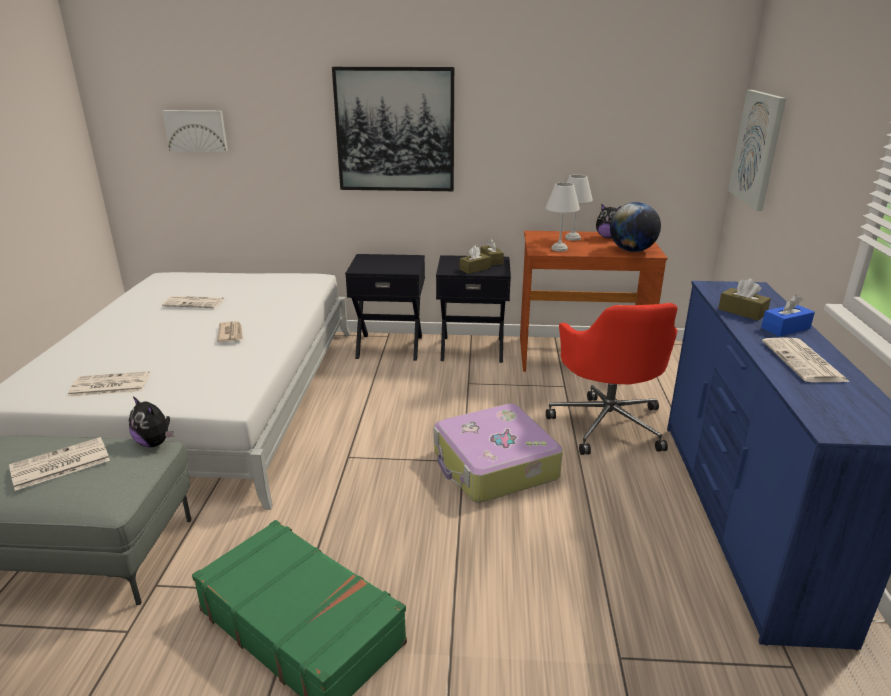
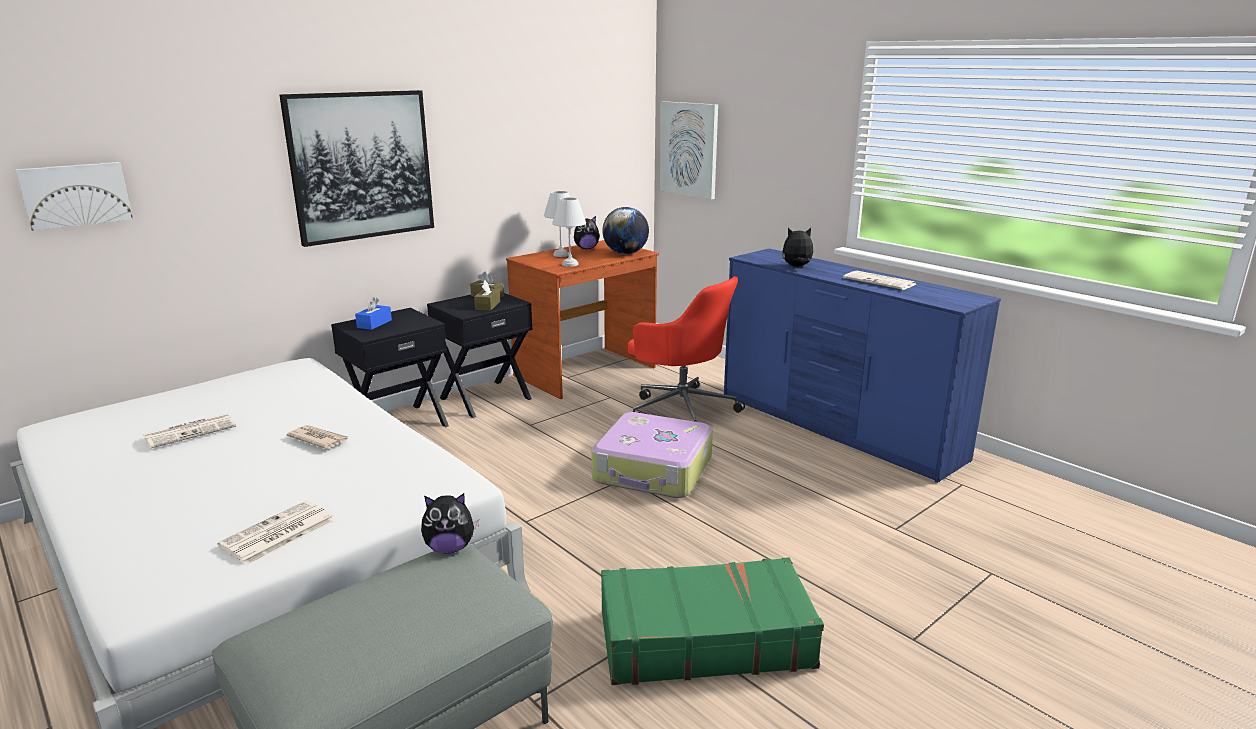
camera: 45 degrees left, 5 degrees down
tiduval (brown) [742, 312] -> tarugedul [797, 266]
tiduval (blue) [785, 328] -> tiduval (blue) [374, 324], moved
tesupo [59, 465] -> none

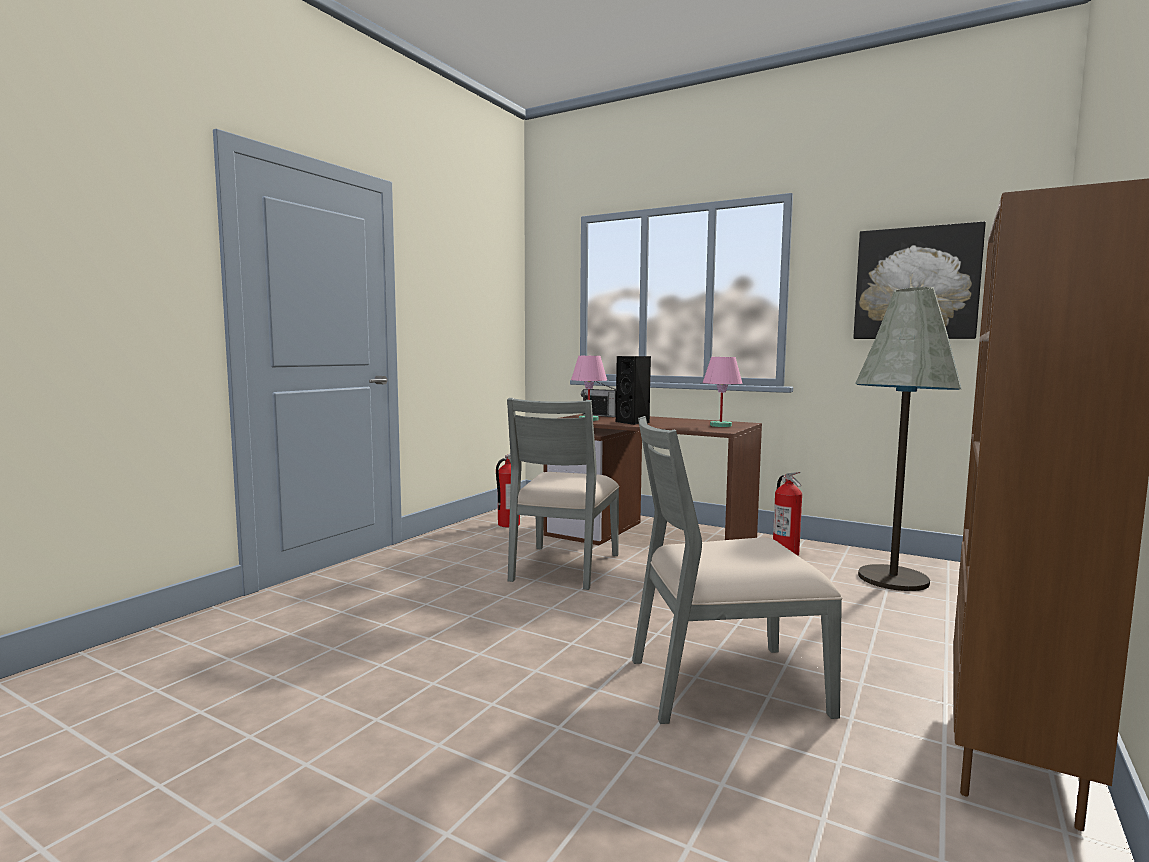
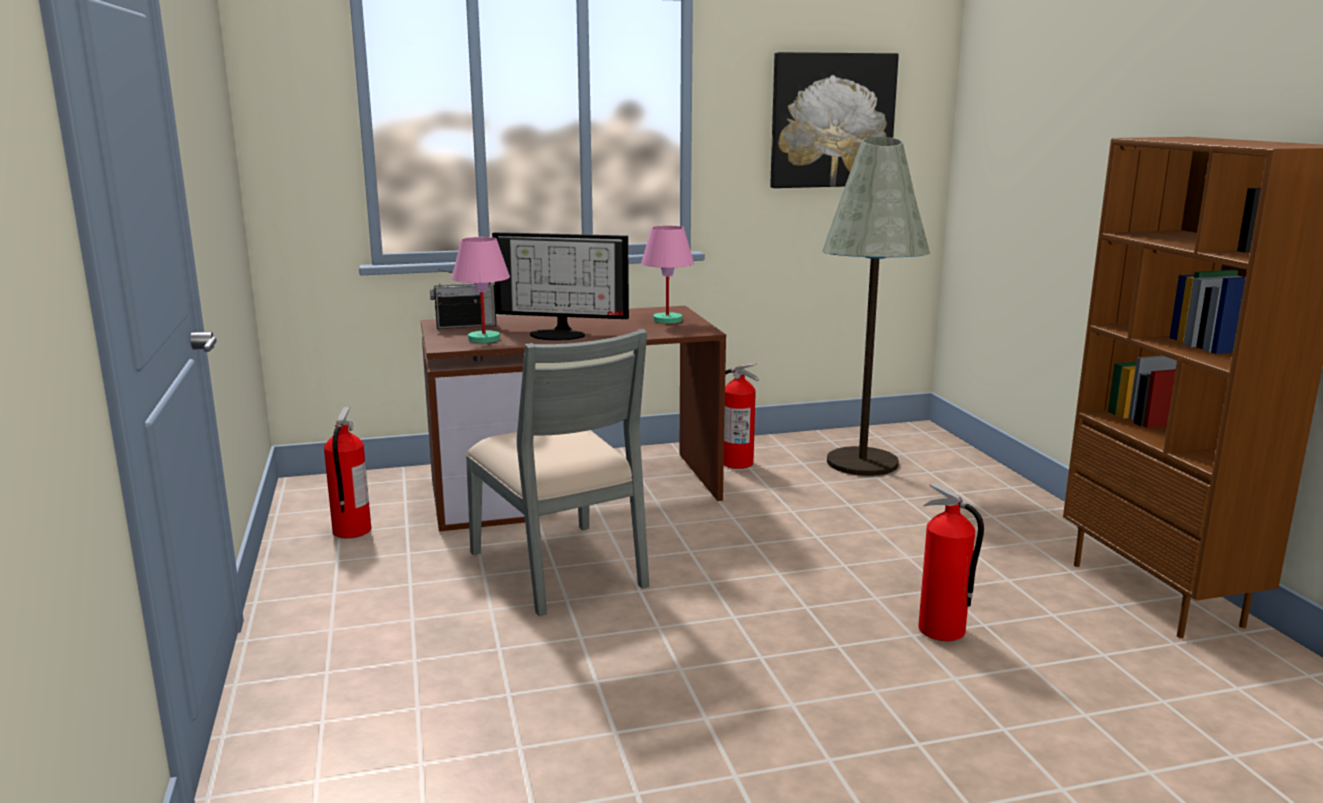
camera: 45 degrees left, 10 degrees up
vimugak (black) [633, 422] -> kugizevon [559, 334]
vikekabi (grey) [724, 684] -> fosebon [942, 631]

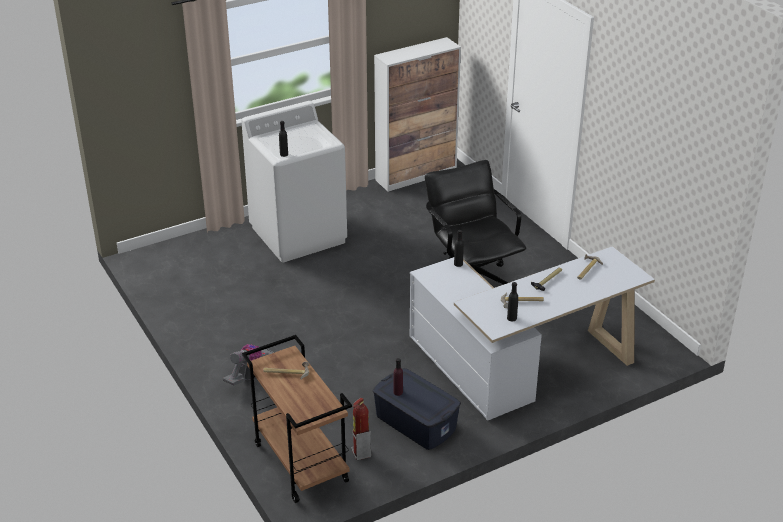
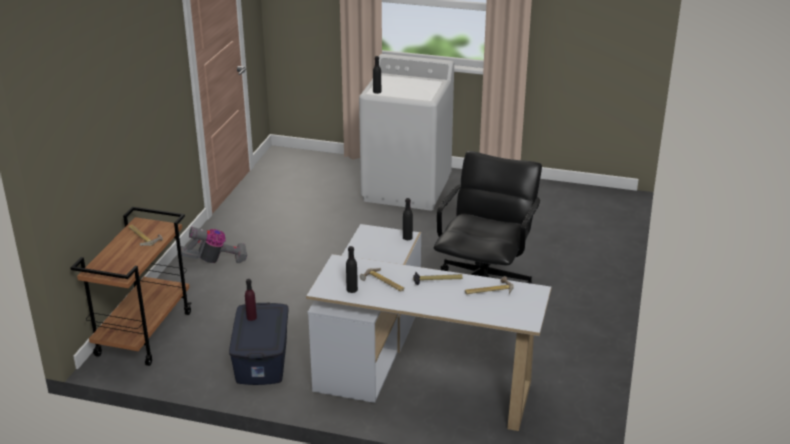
camera: 45 degrees right, 5 degrees down
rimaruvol [416, 175] -> none
fosebon [361, 453] -> none

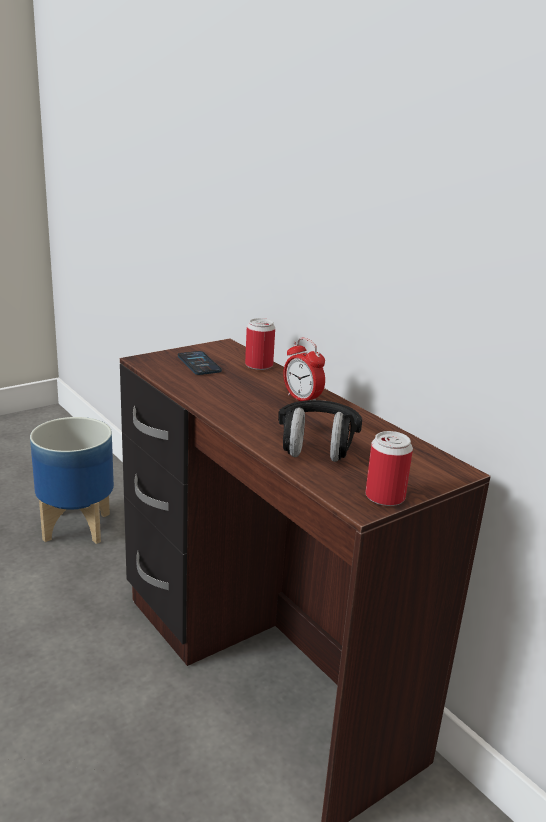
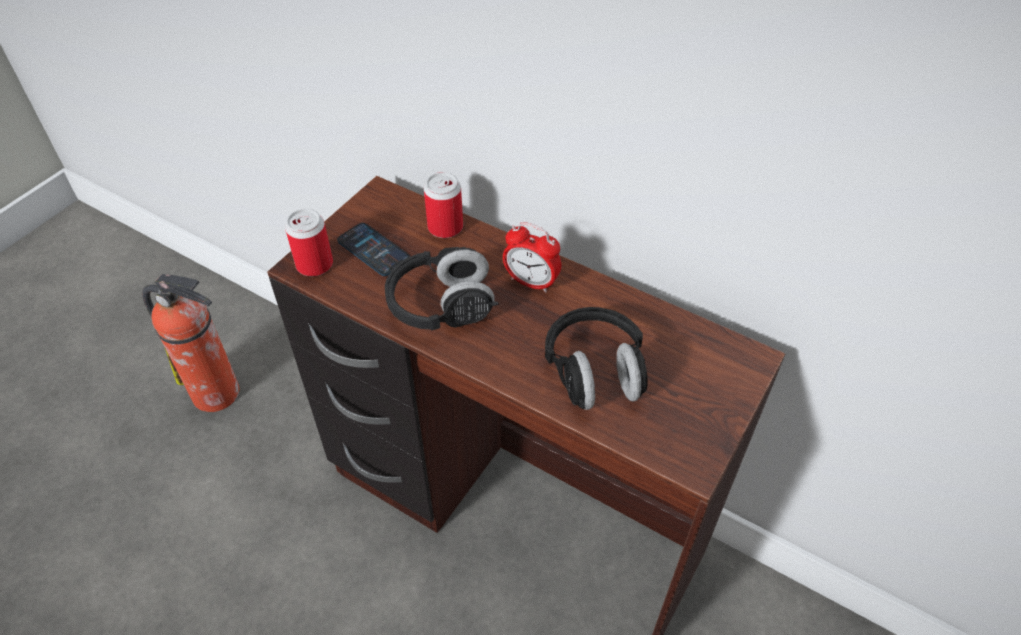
camera: 20 degrees left, 25 degrees up
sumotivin [77, 527] -> fosebon [218, 393]
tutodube [385, 497] -> tutodube [314, 264], moved
none -> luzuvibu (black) [441, 306]

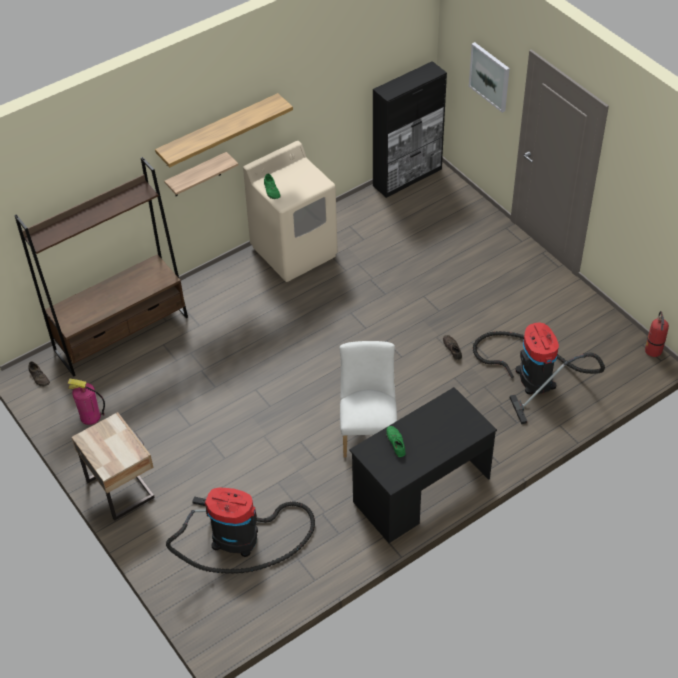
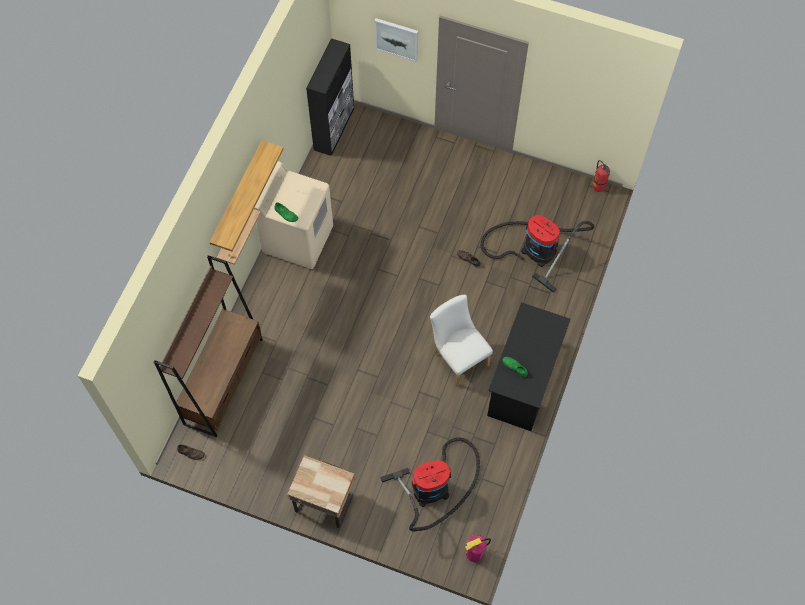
camera: 35 degrees left, 15 degrees up
fosebon [90, 416] -> fosebon [474, 553], moved

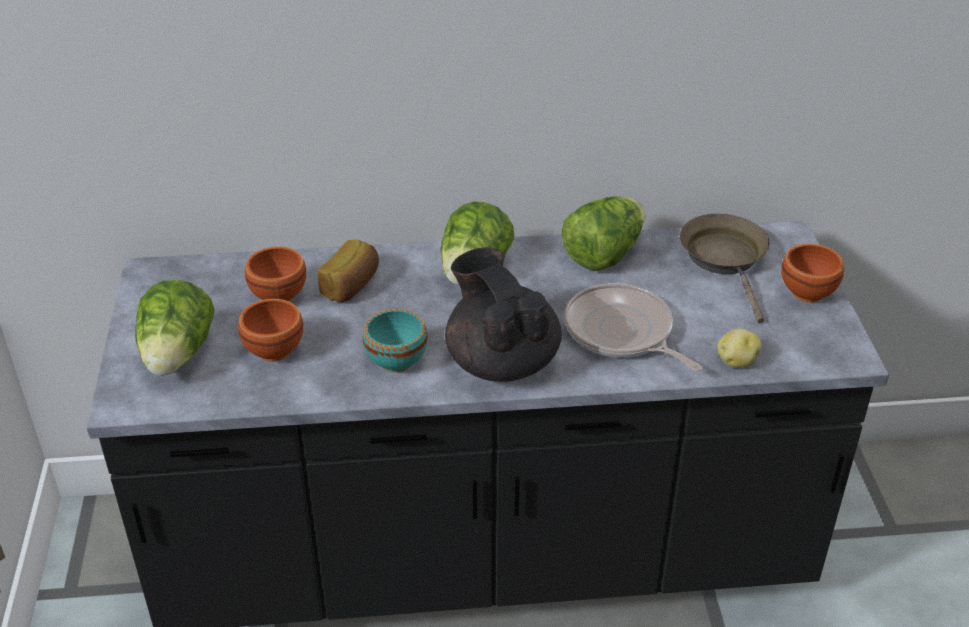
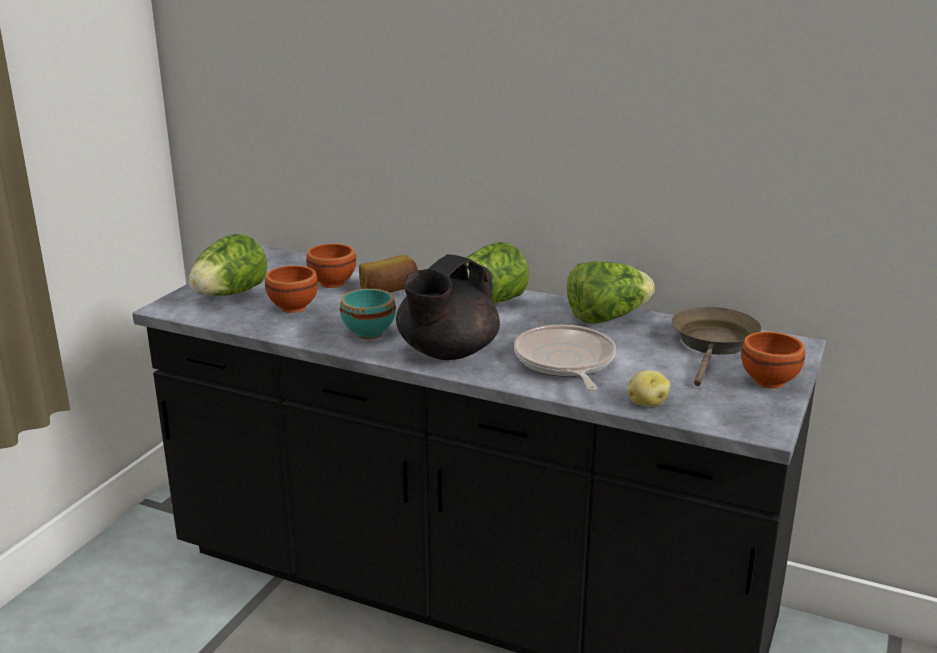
camera: 30 degrees right, 15 degrees down
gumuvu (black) [501, 361] -> gumuvu (black) [446, 352], 150 degrees counterclockwise

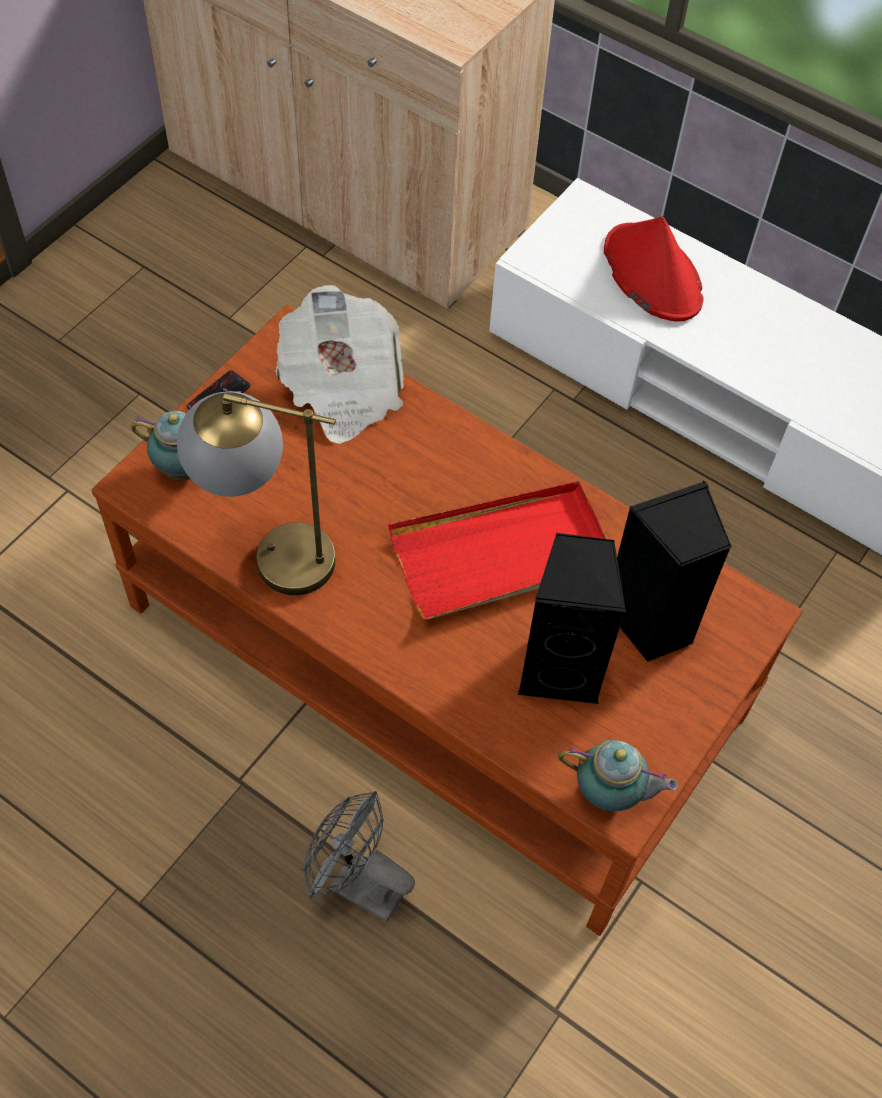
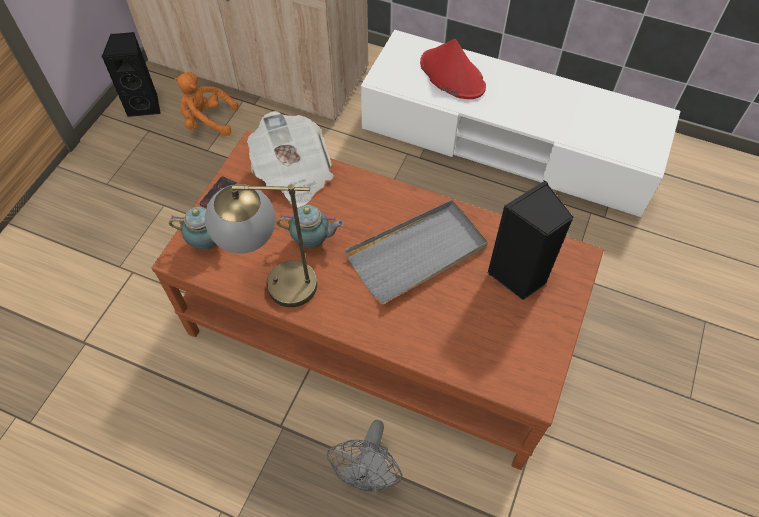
camera: 10 degrees left, 0 degrees up
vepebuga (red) [502, 554] -> vepebuga (grey) [417, 253]
vimugak (black) [561, 668] -> vimugak (black) [145, 105], moved
gumuvu [610, 794] -> gumuvu [313, 241], moved
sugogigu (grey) [357, 884] -> sugogigu (grey) [368, 473], 90 degrees counterclockwise
none -> tarugedul (orange) [207, 121]

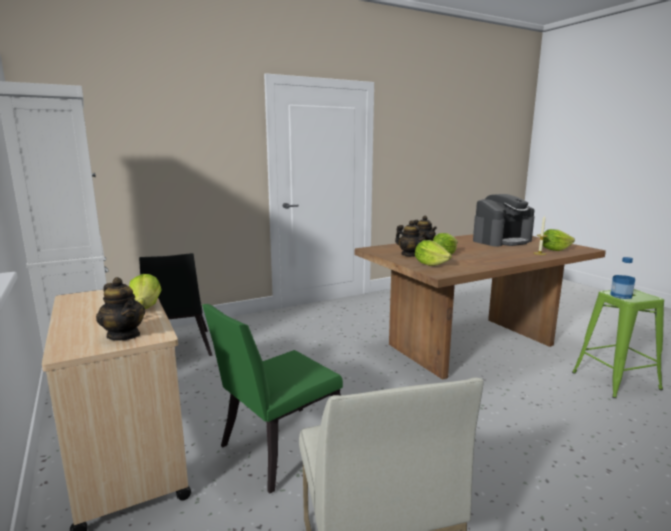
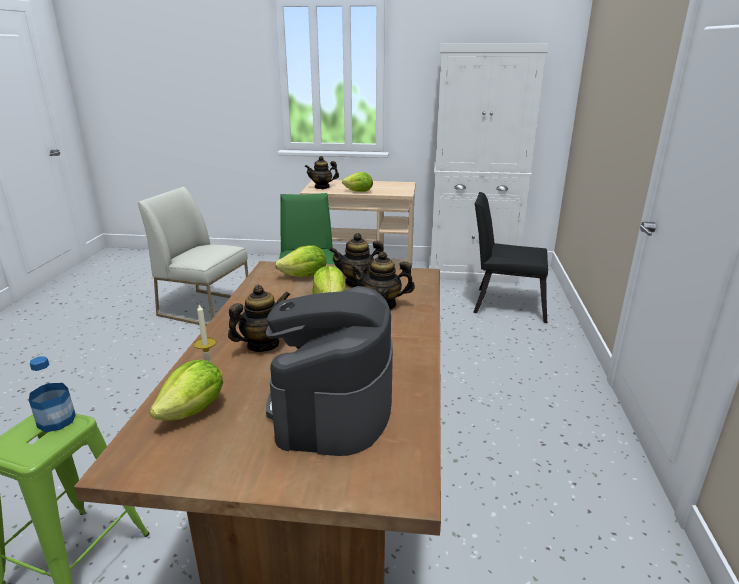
camera: 125 degrees right, 10 degrees up
none -> gumuvu [262, 345]

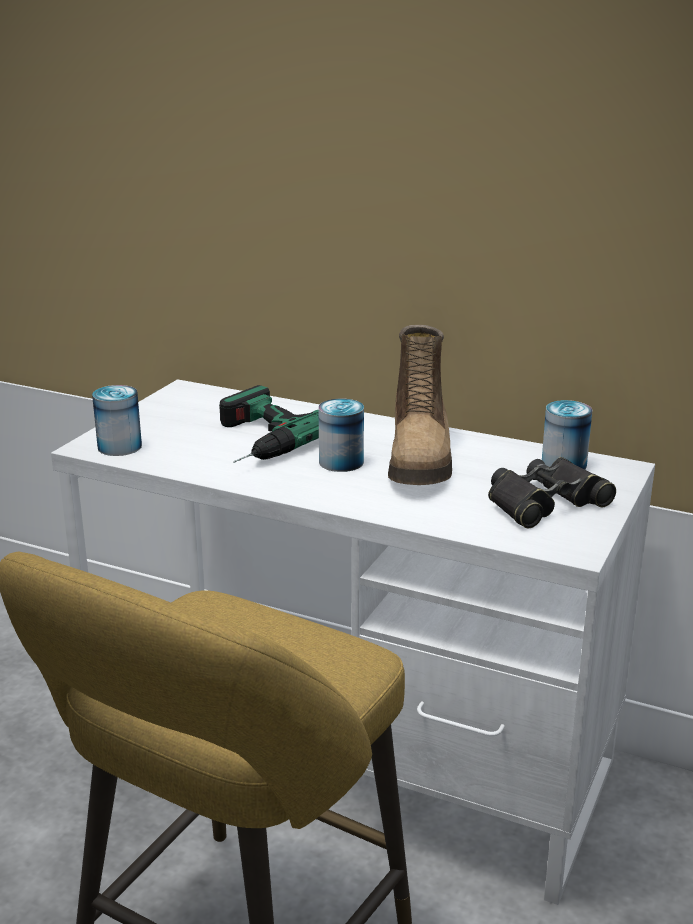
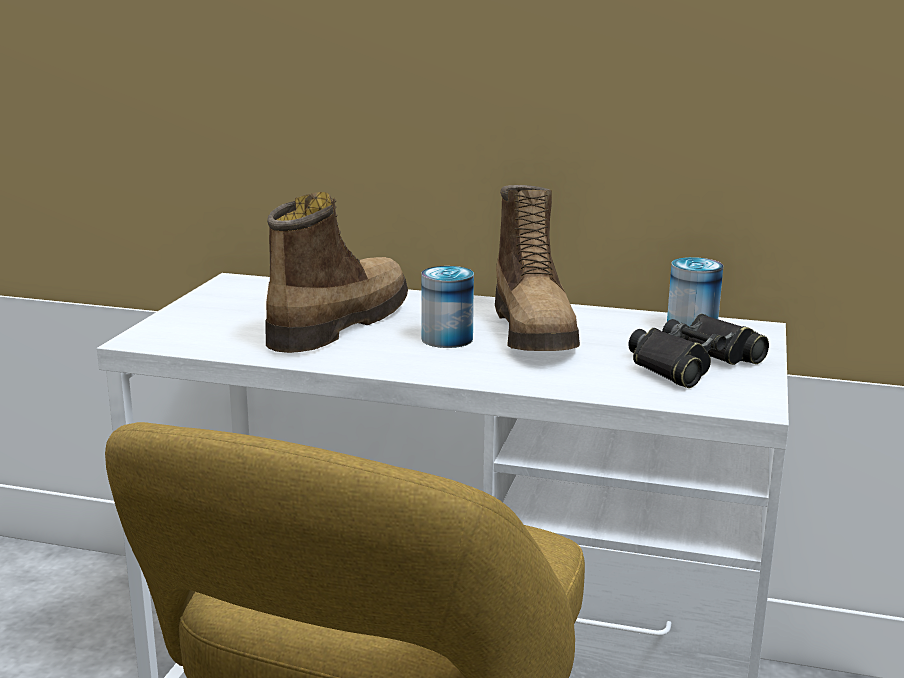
camera: 10 degrees left, 5 degrees down
tutodube [119, 447] -> none
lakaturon [253, 441] -> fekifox [337, 324]

